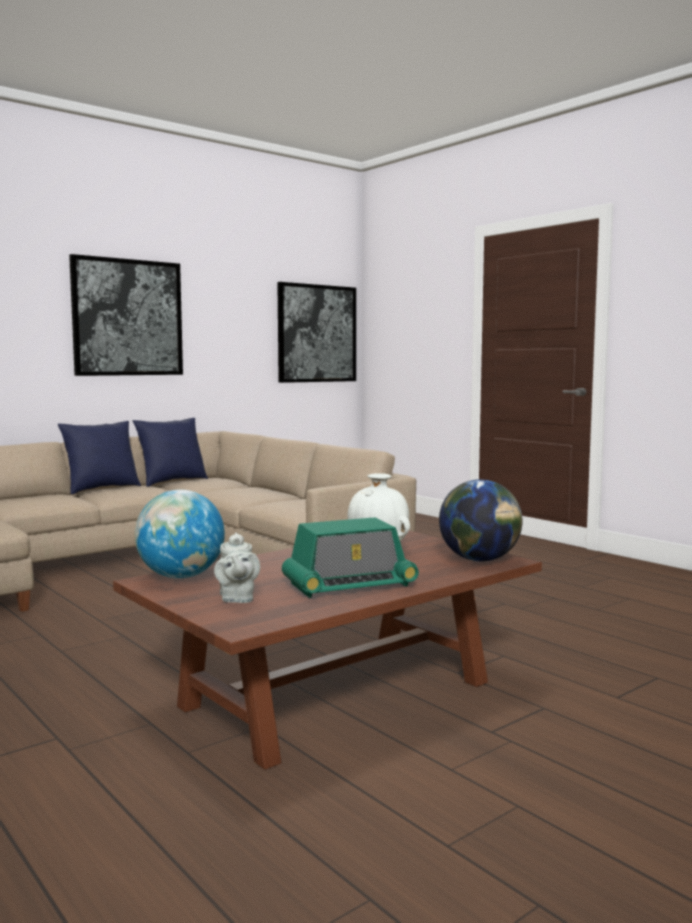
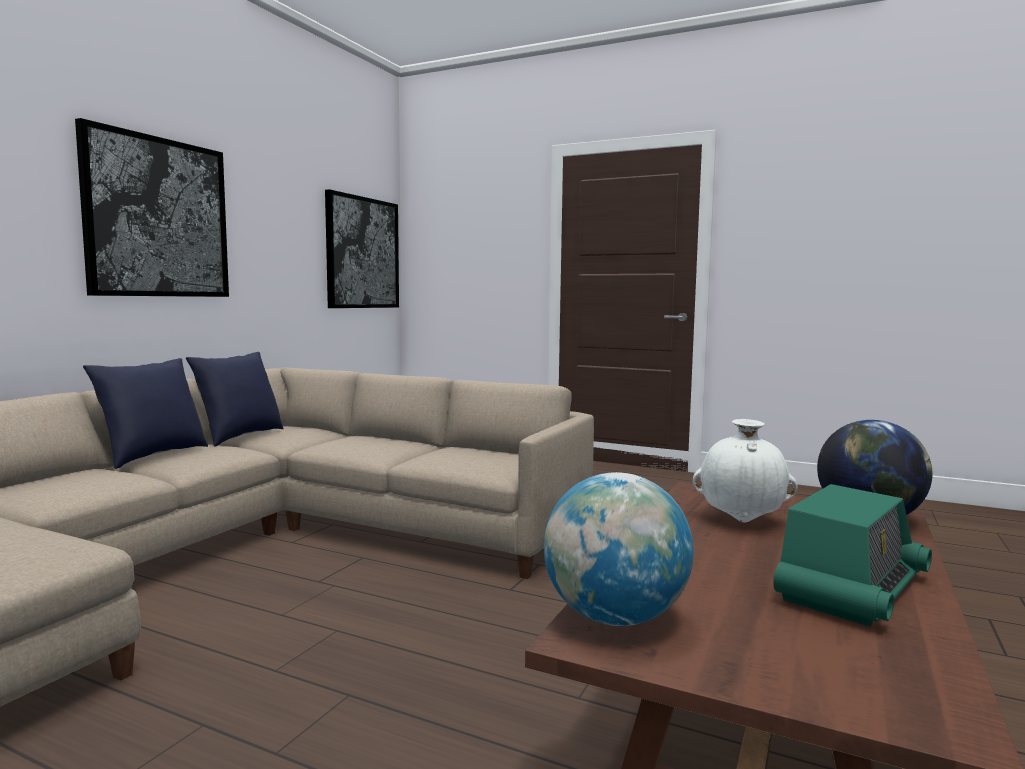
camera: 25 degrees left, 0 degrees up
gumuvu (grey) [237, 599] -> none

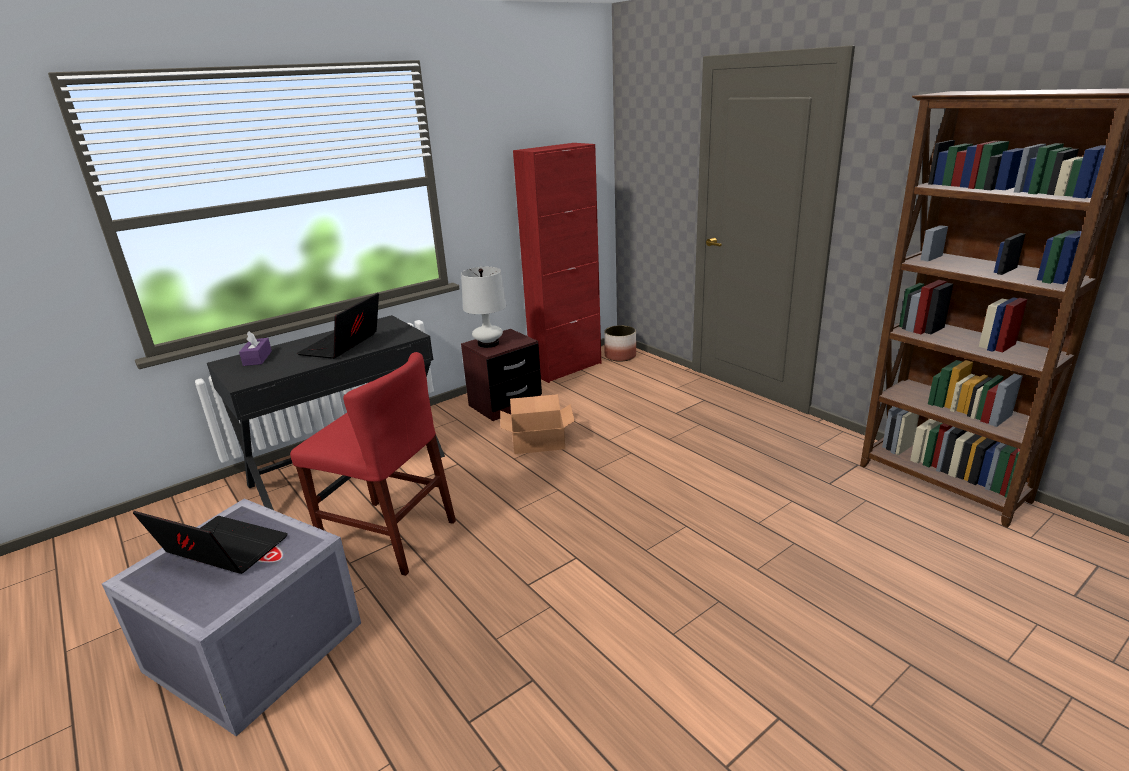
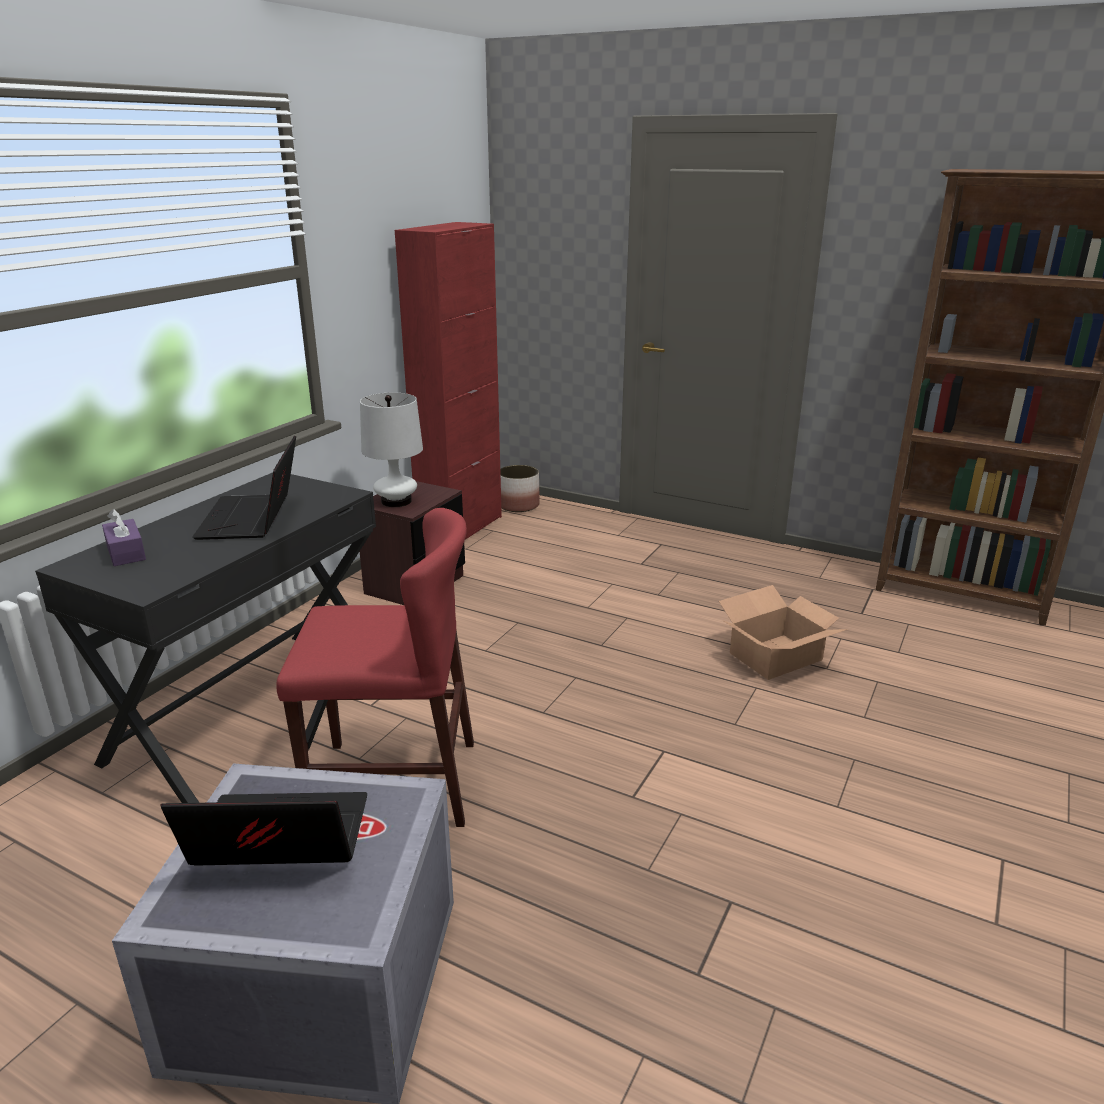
camera: 25 degrees left, 0 degrees up
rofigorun [537, 441] -> rofigorun [774, 656], moved

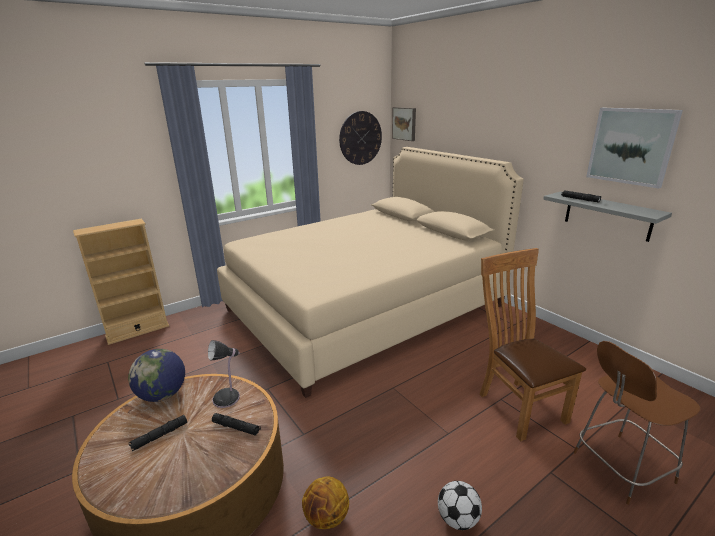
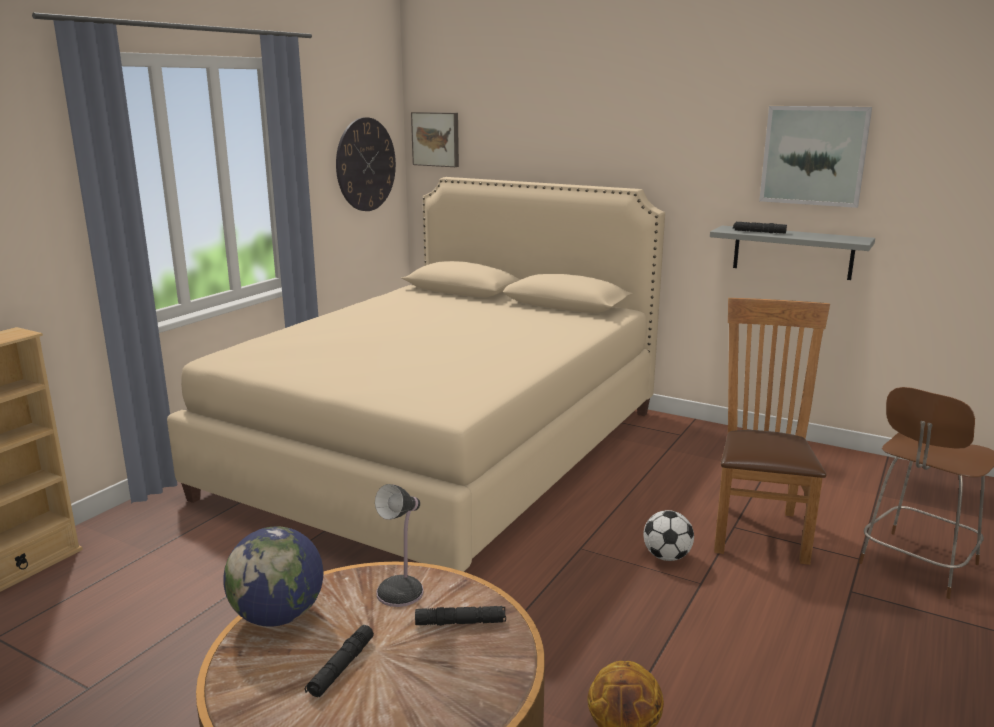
camera: 25 degrees left, 5 degrees down
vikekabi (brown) [517, 405] -> vikekabi (brown) [758, 528], 60 degrees clockwise
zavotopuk [457, 519] -> zavotopuk [666, 557], moved

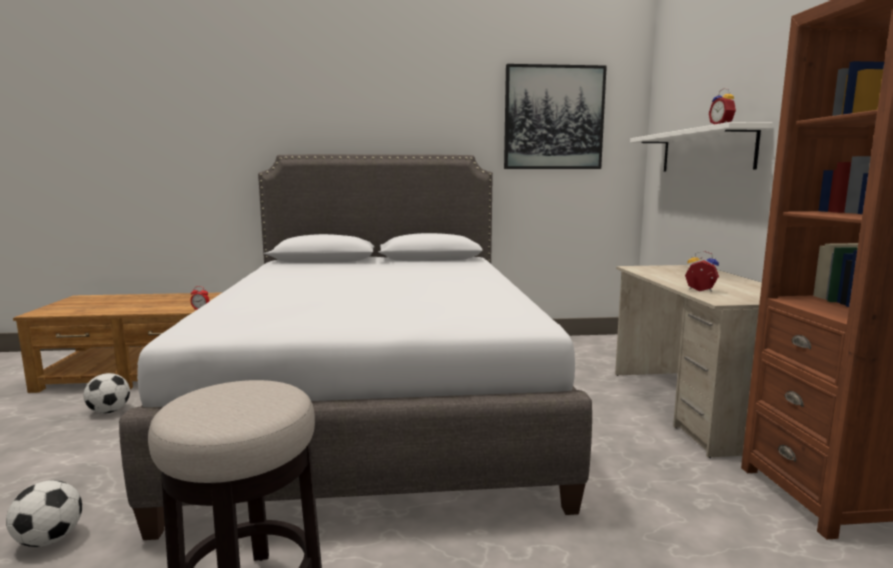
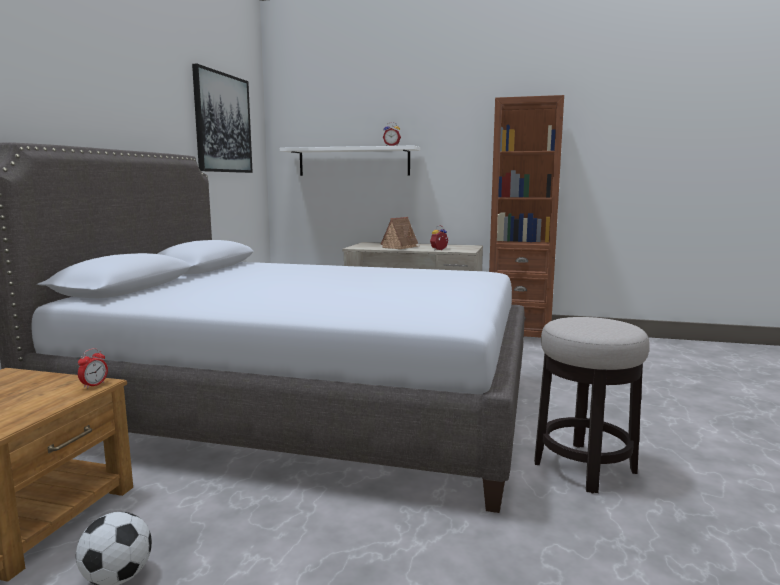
camera: 70 degrees left, 0 degrees up
zavotopuk [49, 540] -> none
none -> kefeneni [400, 247]

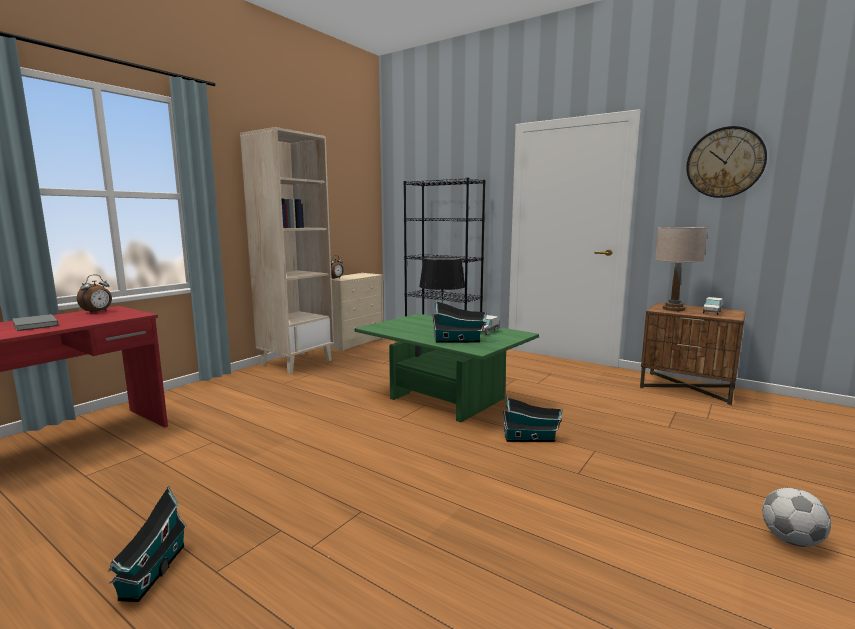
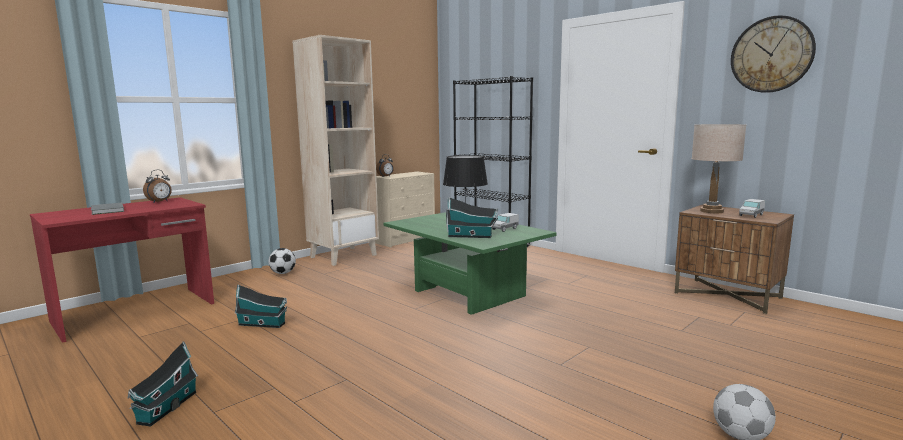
camera: 10 degrees right, 0 degrees up
kefeneni [531, 439] -> kefeneni [263, 324], moved
none -> zavotopuk [283, 273]

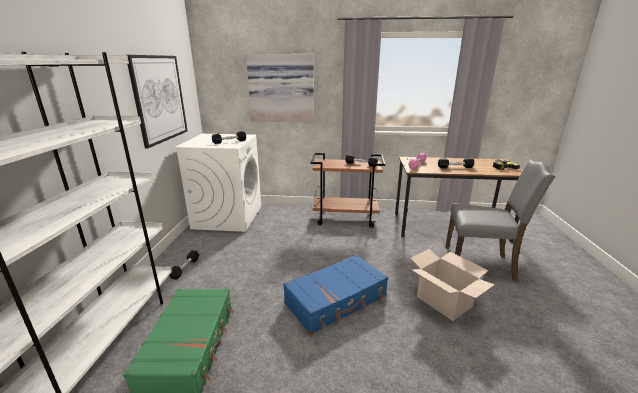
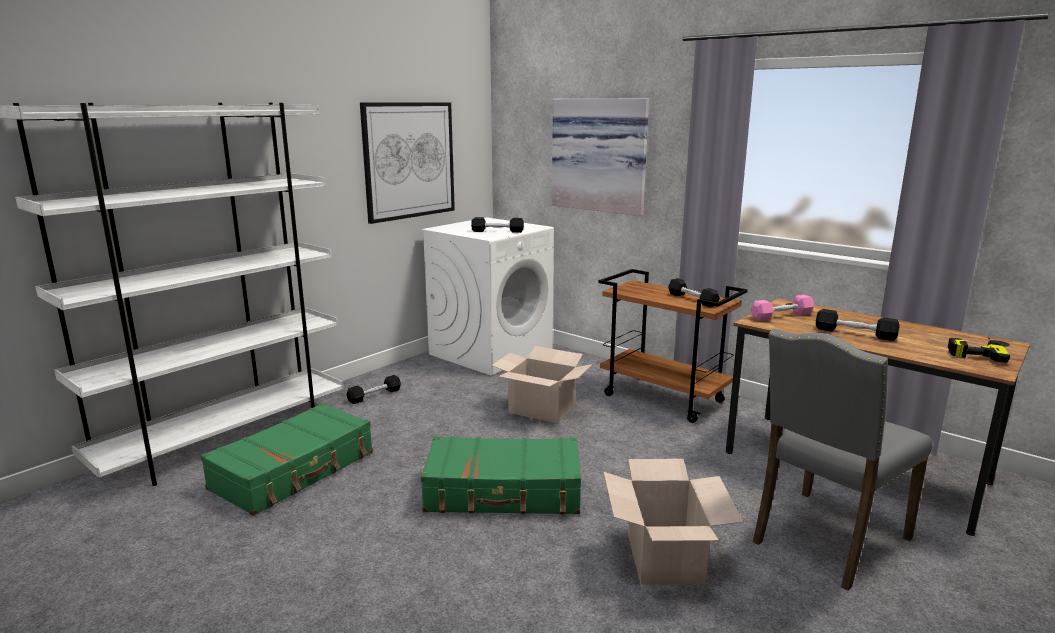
camera: 35 degrees right, 5 degrees down
vikekabi (grey) [480, 264] -> vikekabi (grey) [826, 540], 90 degrees clockwise
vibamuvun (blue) [336, 300] -> vibamuvun (green) [503, 492]
none -> rofigorun [542, 409]

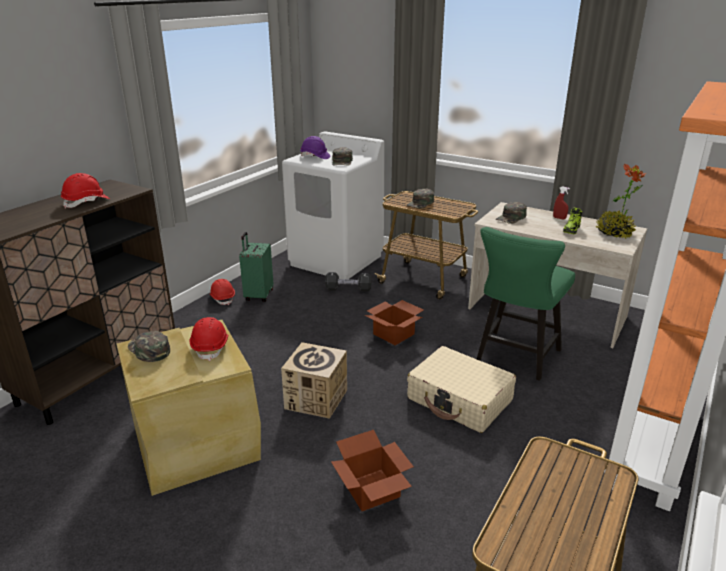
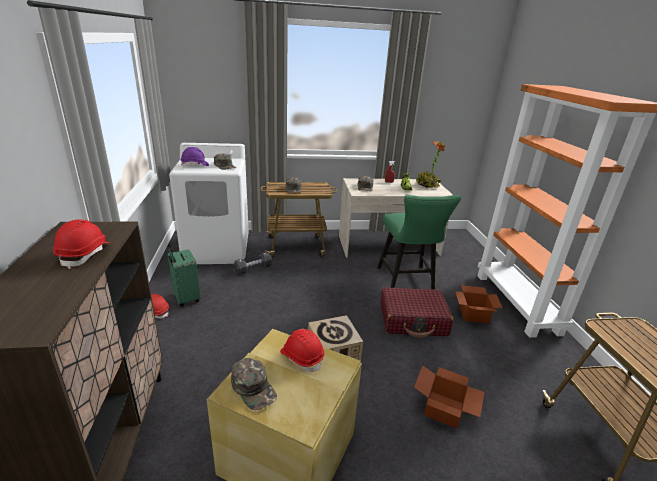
camera: 40 degrees left, 0 degrees up
rofigorun [395, 334] -> rofigorun [474, 314], moved
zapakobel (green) [148, 350] -> zapakobel (green) [254, 388], 135 degrees counterclockwise
vibamuvun (beige) [460, 400] -> vibamuvun (red) [413, 320]

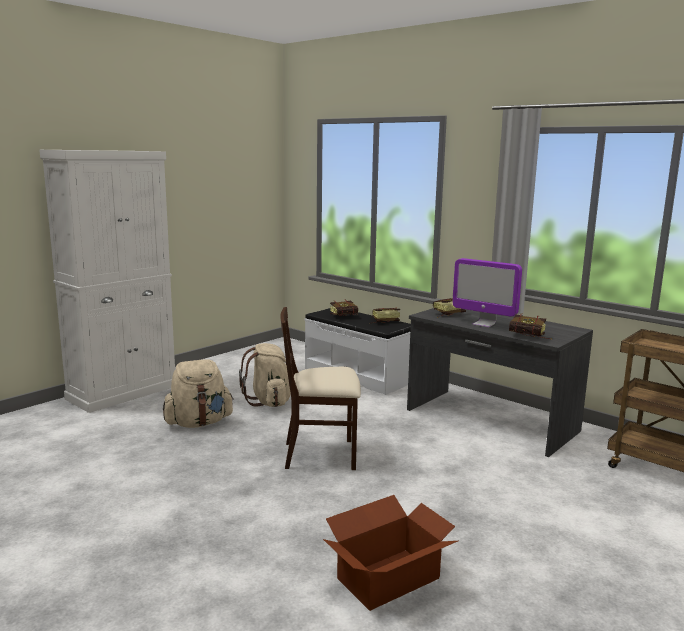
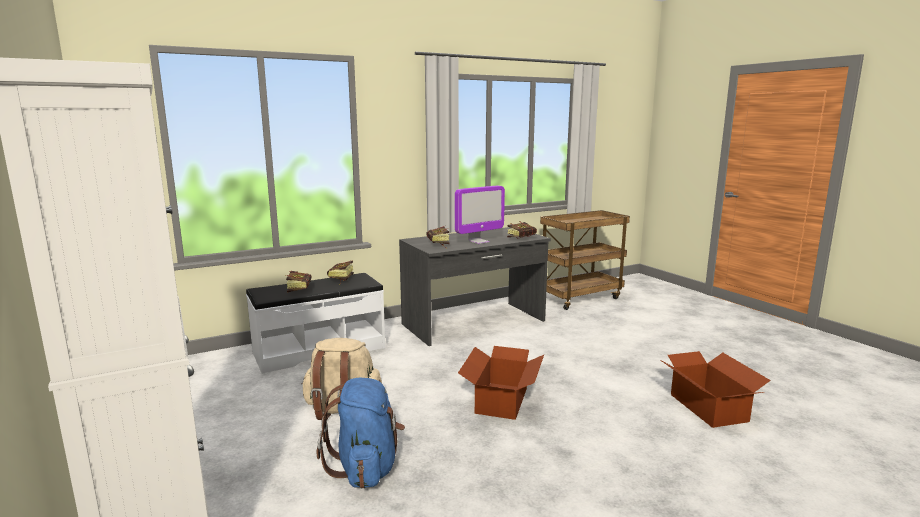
camera: 70 degrees left, 0 degrees up
vikekabi (beige) [321, 454] -> rofigorun [500, 400]
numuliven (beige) [199, 423] -> numuliven (blue) [366, 468]

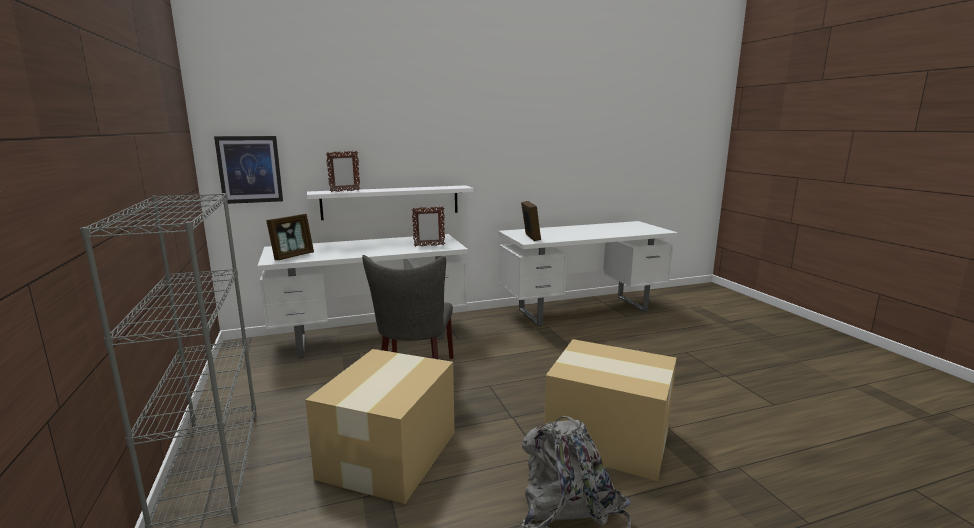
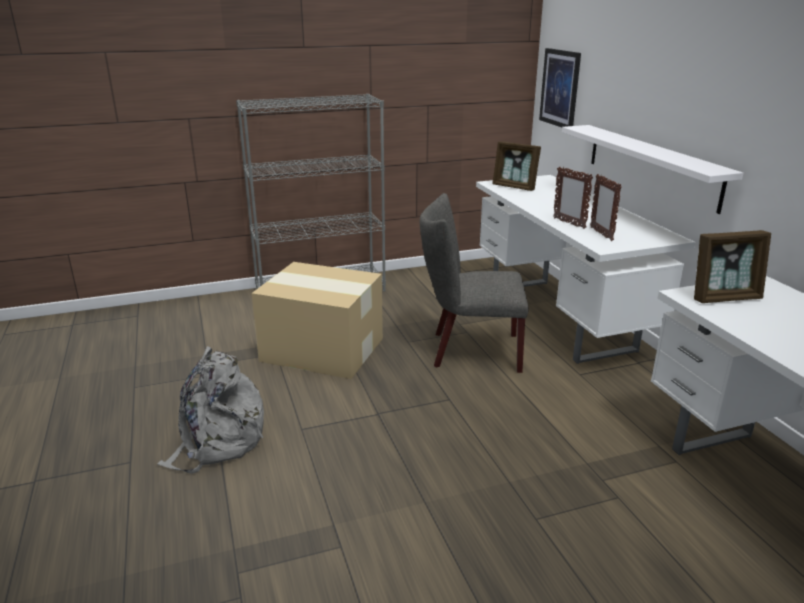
camera: 90 degrees right, 10 degrees up
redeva [344, 191] -> redeva [569, 223], moved
rofigorun [606, 437] -> none

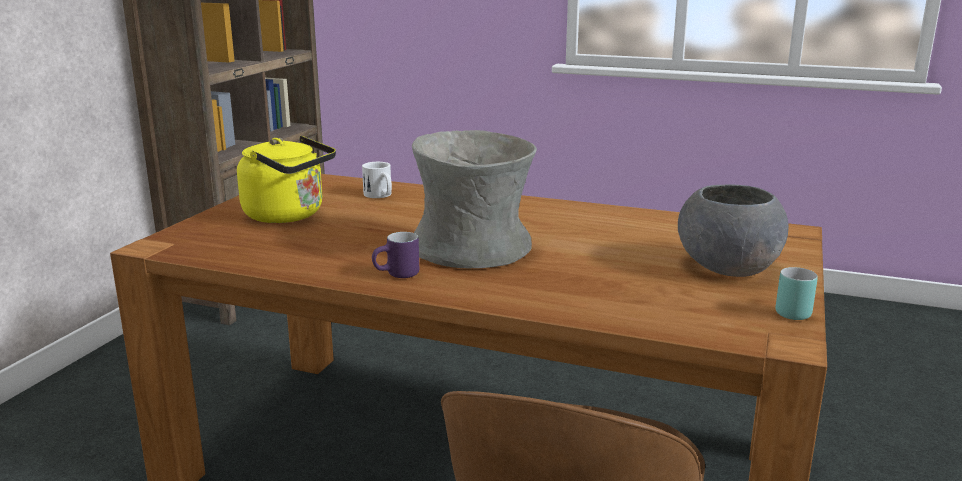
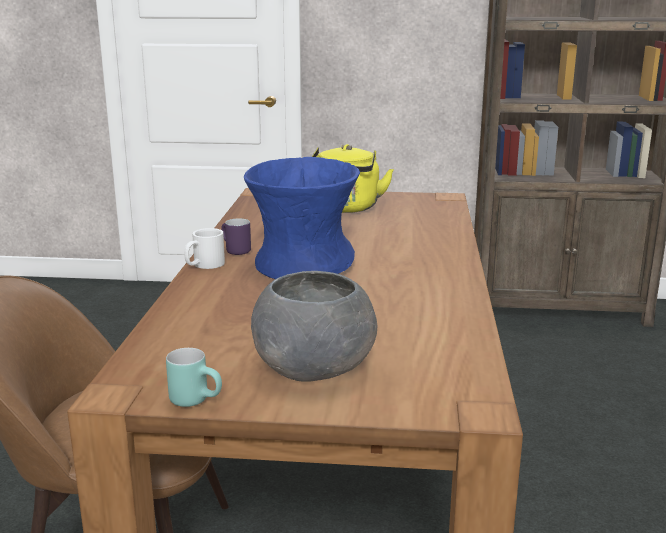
camera: 75 degrees right, 0 degrees up
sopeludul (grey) [472, 250] -> sopeludul (blue) [303, 265]
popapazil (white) [380, 195] -> popapazil (white) [204, 265], moved

